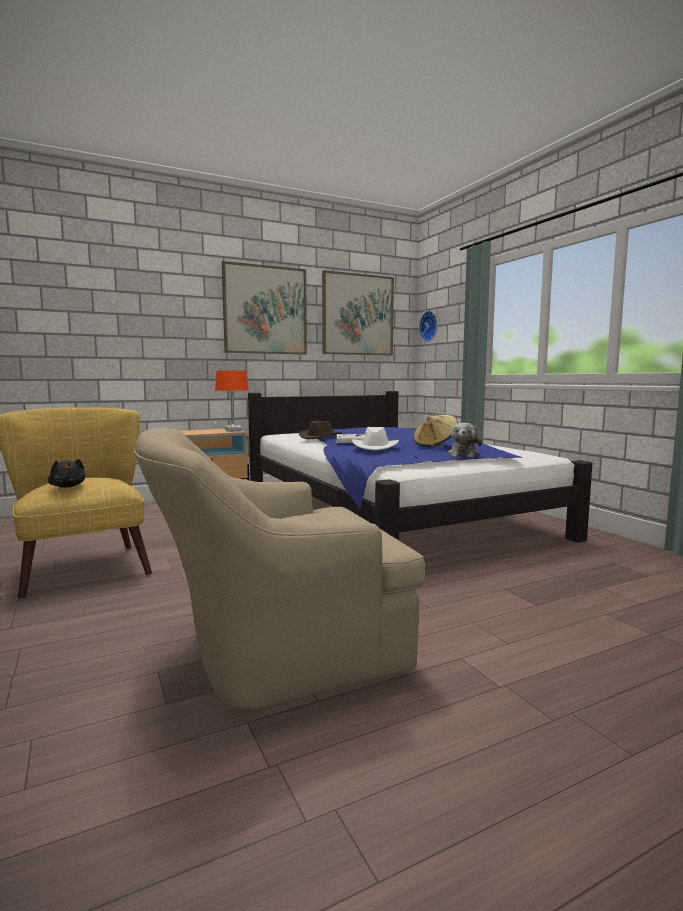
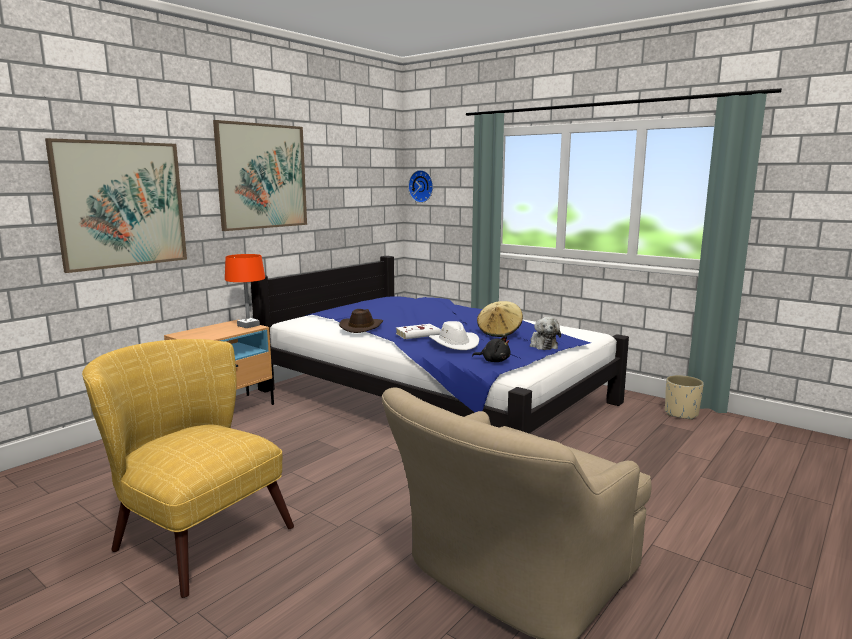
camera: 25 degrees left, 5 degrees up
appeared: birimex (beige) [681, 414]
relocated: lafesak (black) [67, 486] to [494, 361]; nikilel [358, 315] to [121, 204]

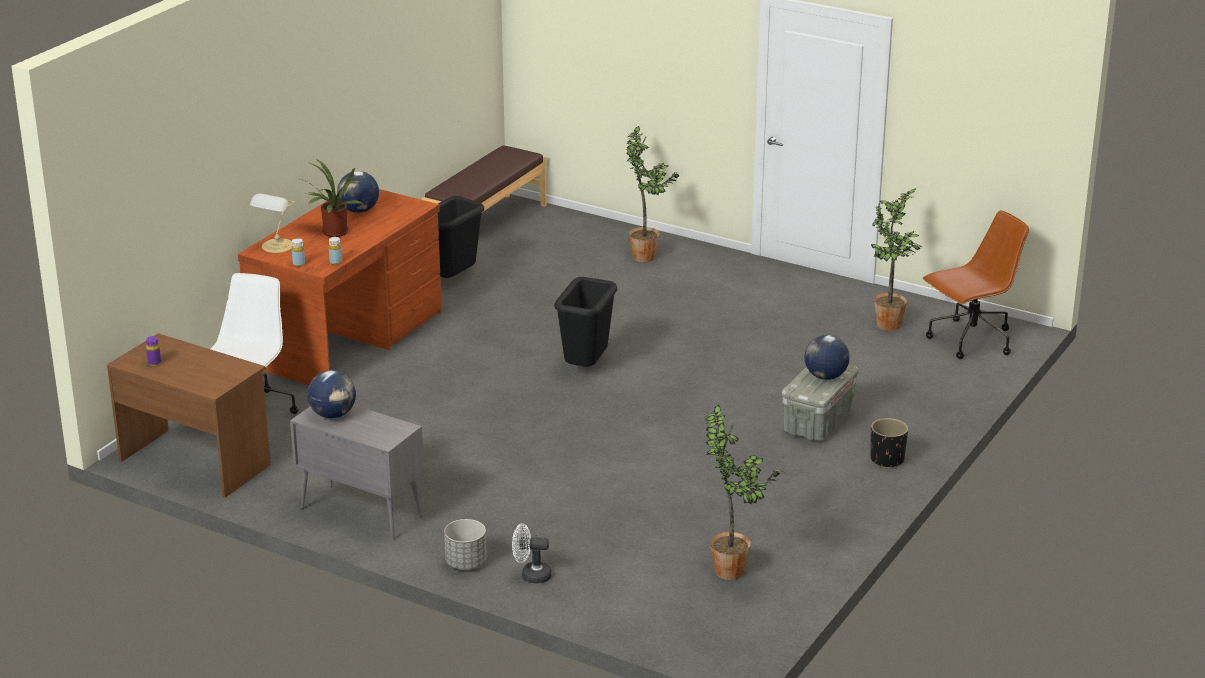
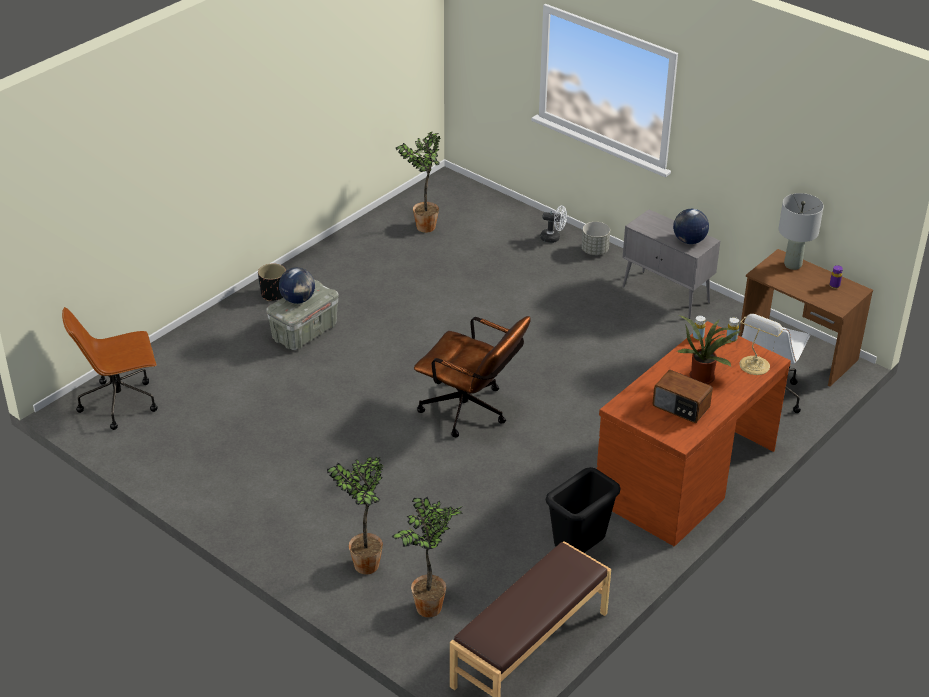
camera: 170 degrees left, 10 degrees up
appeared: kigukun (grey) [792, 265]
relocated: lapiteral [889, 327] to [429, 604]
exchanged: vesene [358, 211] to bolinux [680, 407]; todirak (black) [586, 368] to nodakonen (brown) [471, 412]

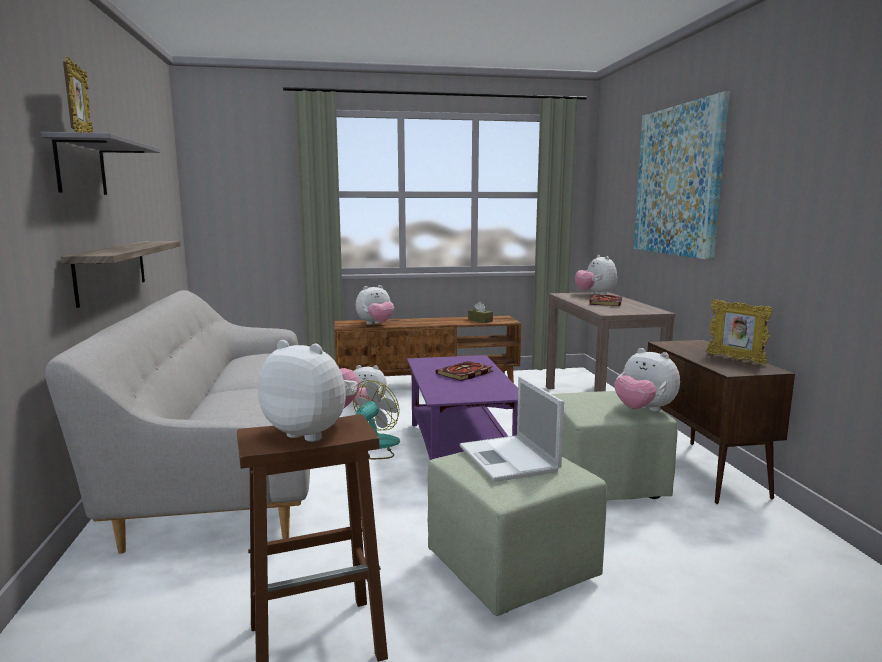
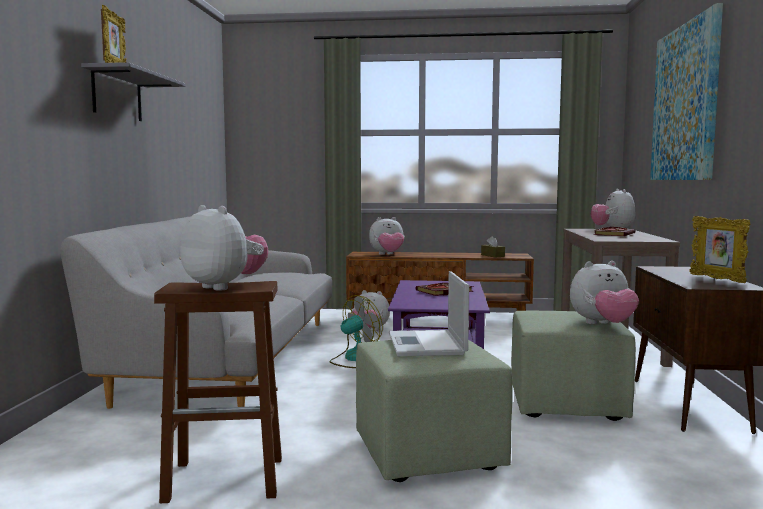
camera: 15 degrees right, 5 degrees down
missing: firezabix [112, 270]
spun: lafesak [644, 410] = [602, 325] 75 degrees counterclockwise

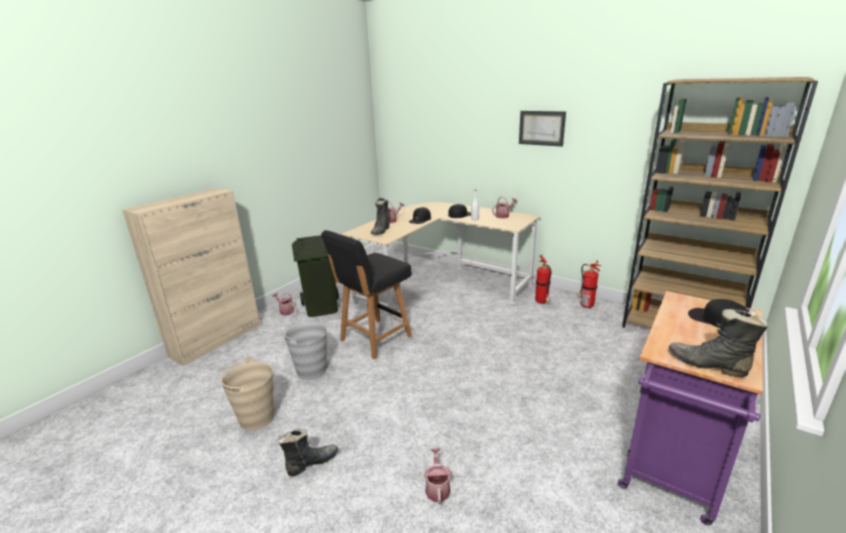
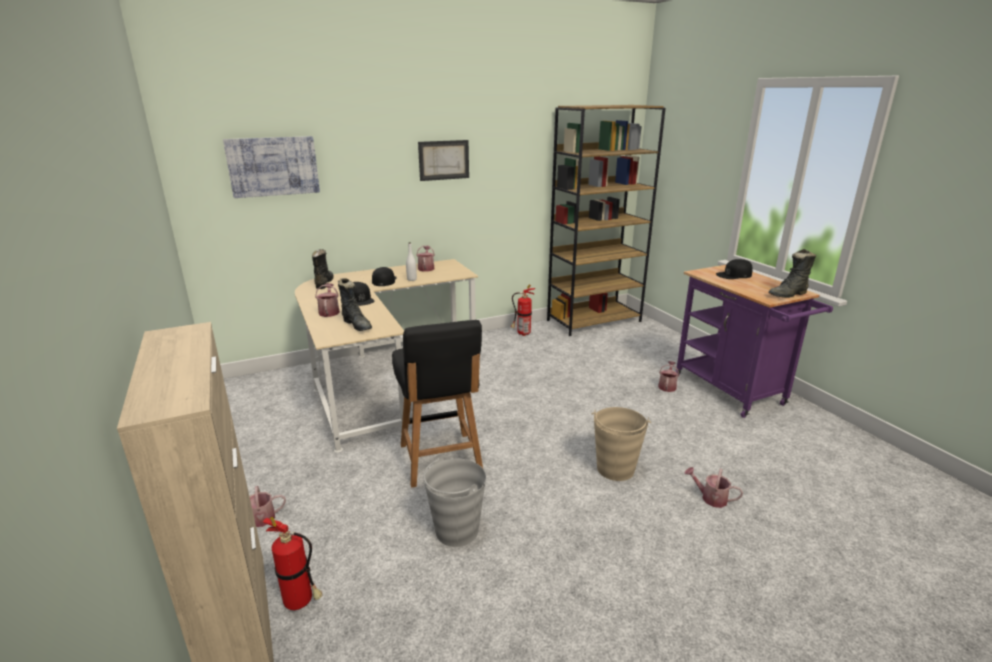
camera: 60 degrees left, 0 degrees up
missing: todirak (green) [321, 307]
appeared: nikilel [273, 166]; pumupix [667, 386]
relocated: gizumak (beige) [256, 418] to [615, 469]; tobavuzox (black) [311, 463] to [324, 283]; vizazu [542, 302] to [301, 603]

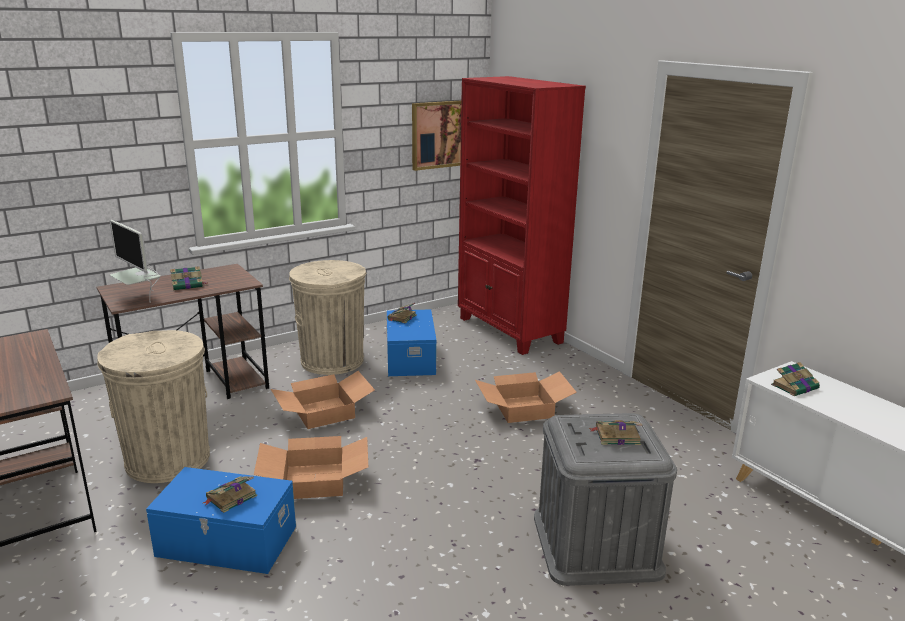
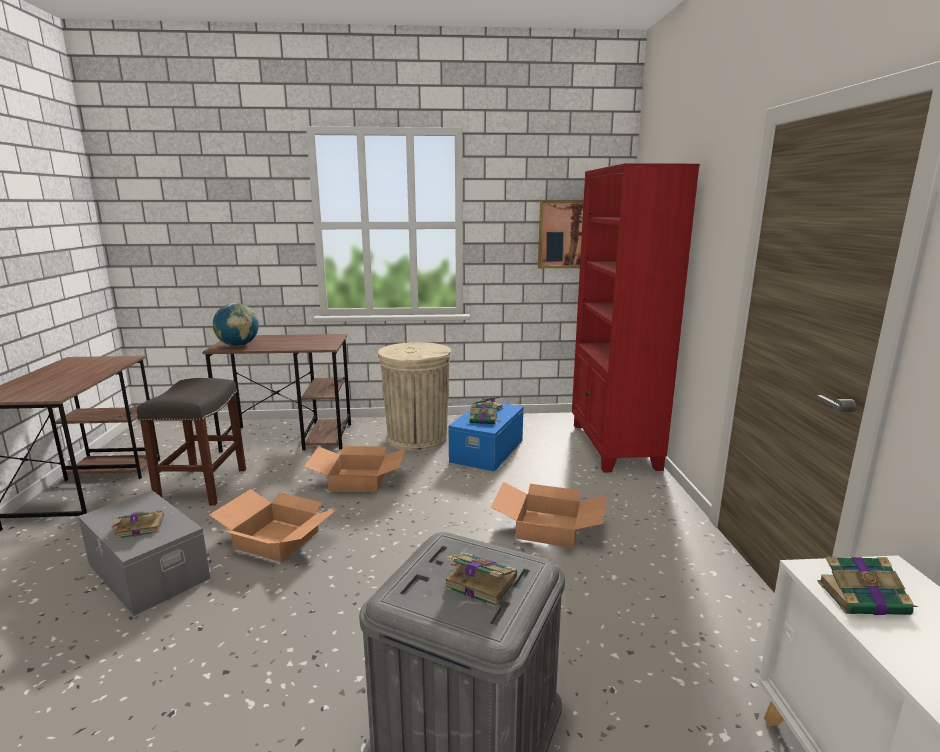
camera: 30 degrees right, 5 degrees down
relocated: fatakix [188, 285] to [484, 420]
exchanged: todirak (beige) [168, 460] to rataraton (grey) [203, 487]; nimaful [140, 297] to vesene [238, 345]
colour: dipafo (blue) [227, 542] to dipafo (grey) [147, 572]

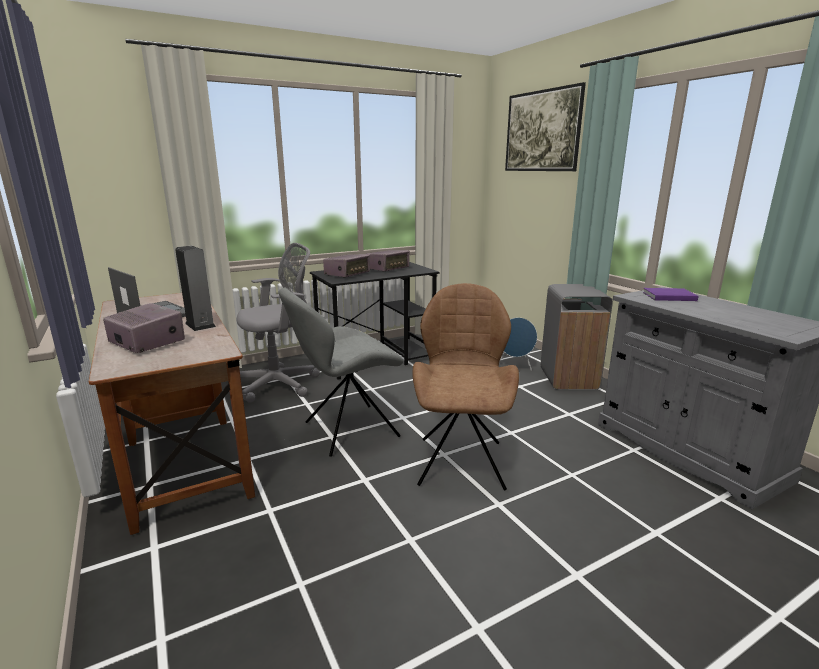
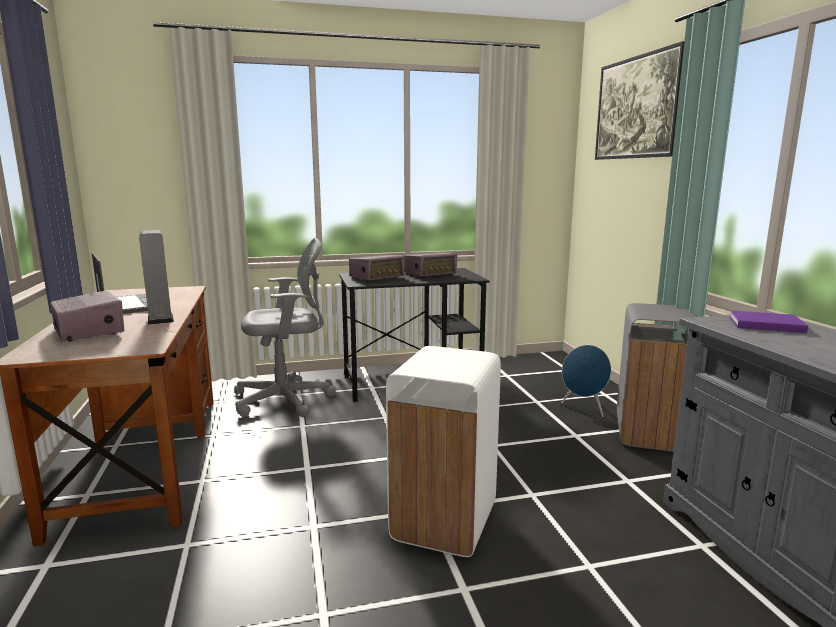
camera: 15 degrees right, 5 degrees down
missing: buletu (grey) [347, 430]
exchanged: buletu (brown) [461, 460] to todirak (white) [445, 521]

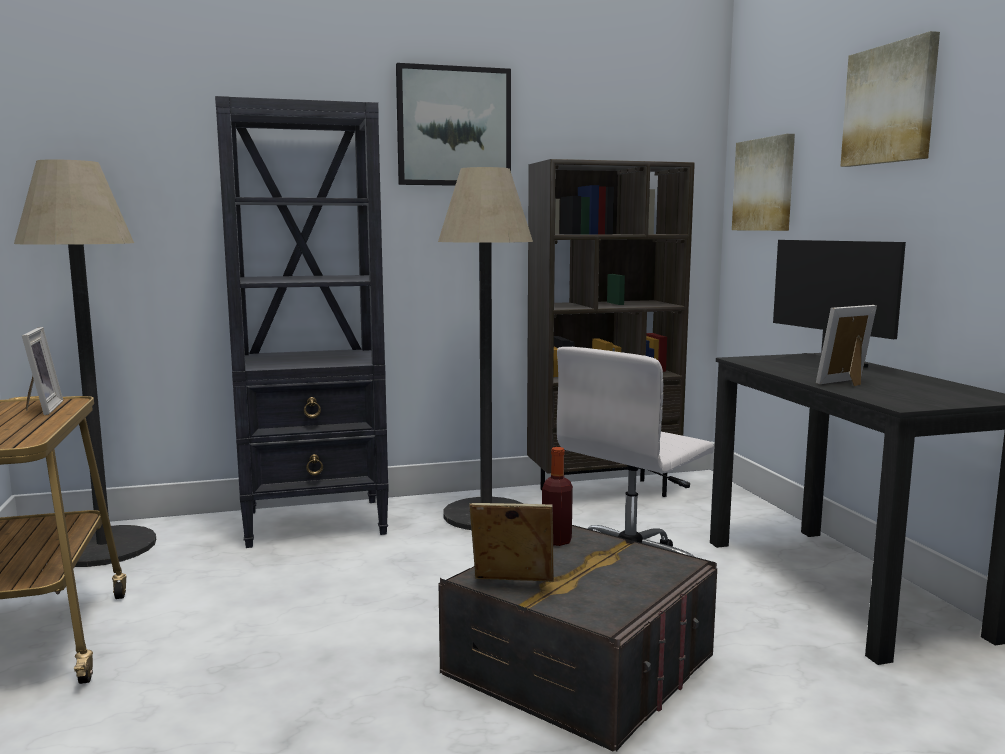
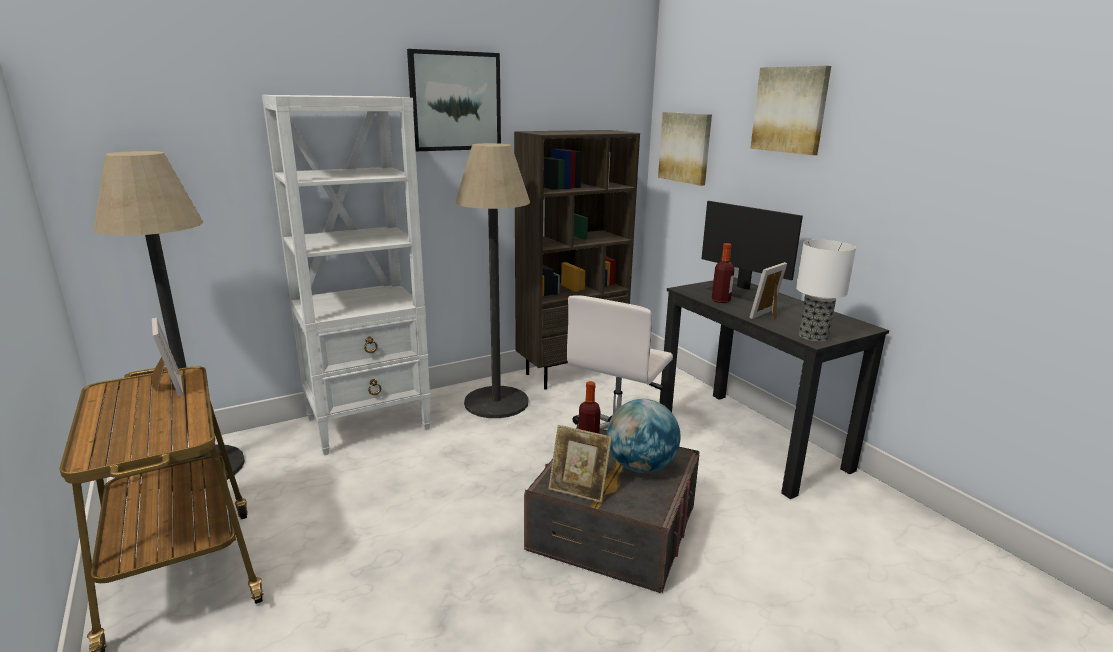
camera: 15 degrees left, 10 degrees up
appeared: vesene [640, 466]; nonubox [721, 300]; kigukun [813, 336]
colour: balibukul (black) [317, 522] to balibukul (white) [370, 423]
spun: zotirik [512, 586] = [578, 490] 150 degrees counterclockwise

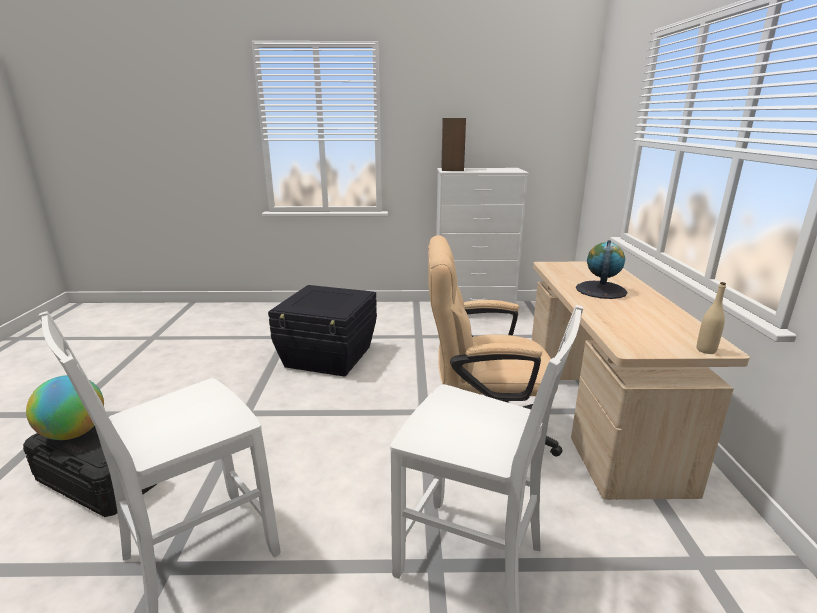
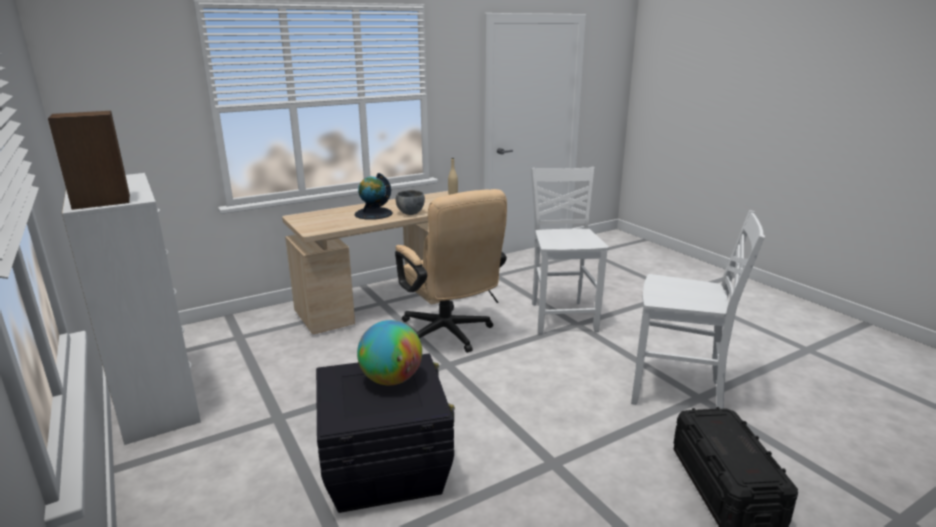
camera: 120 degrees left, 0 degrees up
appeared: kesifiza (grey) [410, 213]
relocated: vesene [74, 433] to [391, 380]

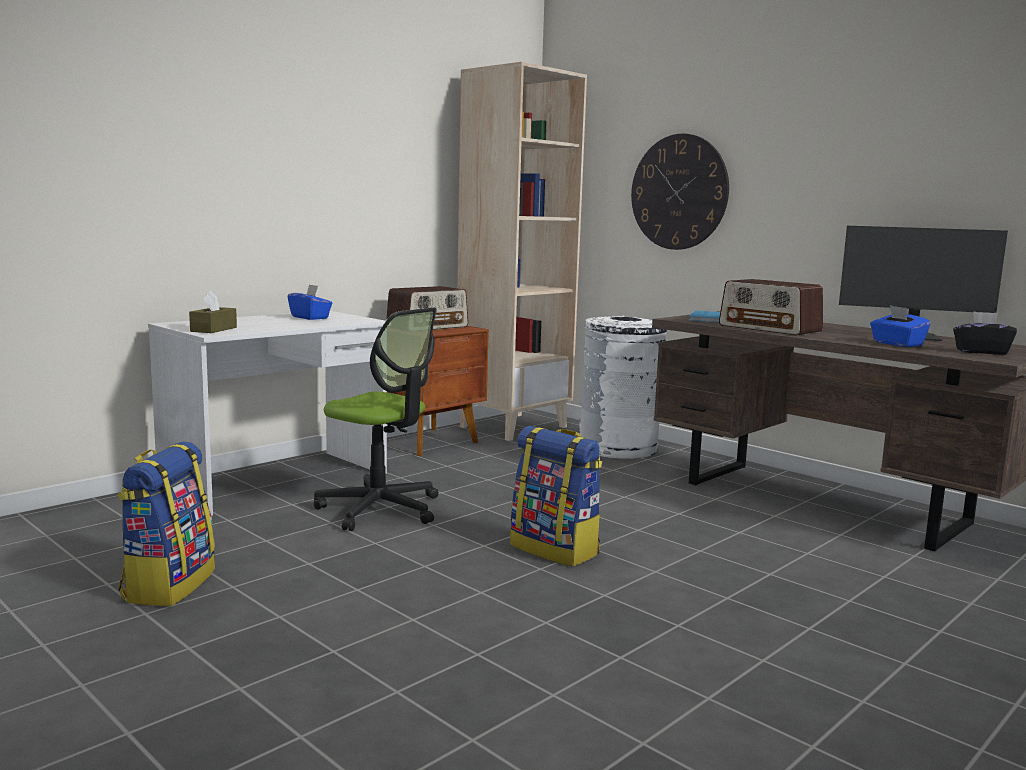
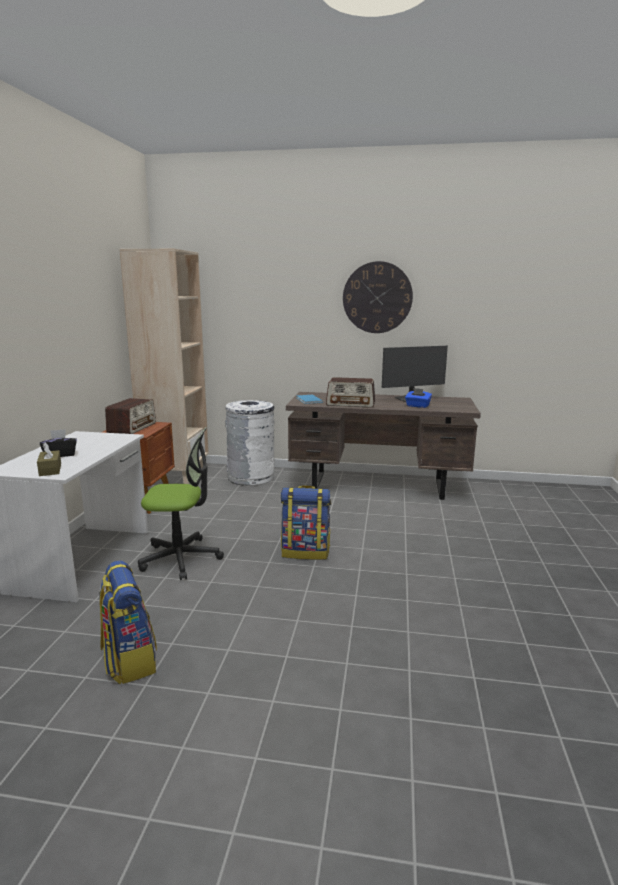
camera: 35 degrees left, 5 degrees up
missing: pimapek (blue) [310, 317]
relocated: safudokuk [679, 192] to [377, 297]; pimapek (black) [981, 352] to [60, 455]

